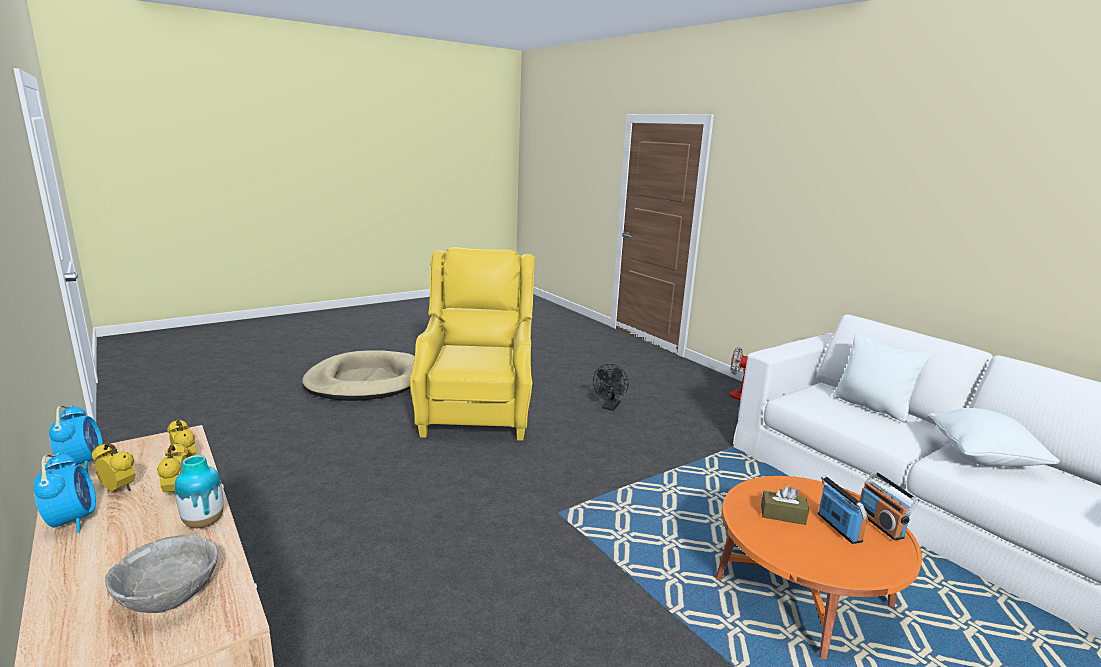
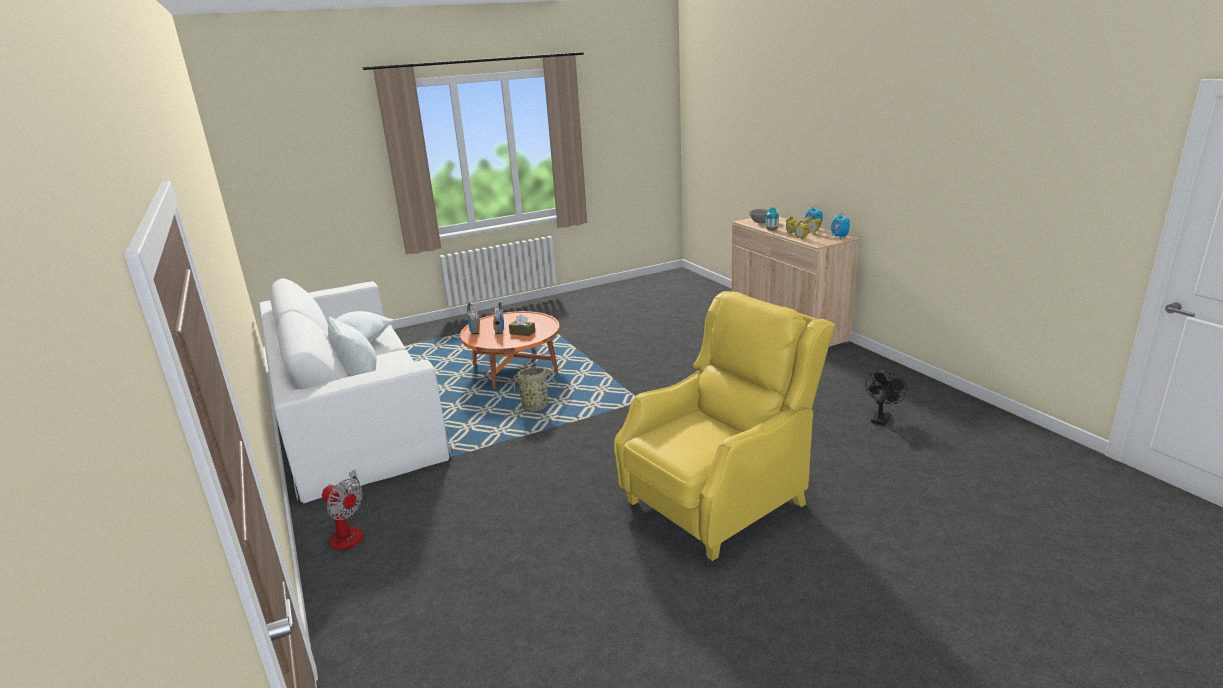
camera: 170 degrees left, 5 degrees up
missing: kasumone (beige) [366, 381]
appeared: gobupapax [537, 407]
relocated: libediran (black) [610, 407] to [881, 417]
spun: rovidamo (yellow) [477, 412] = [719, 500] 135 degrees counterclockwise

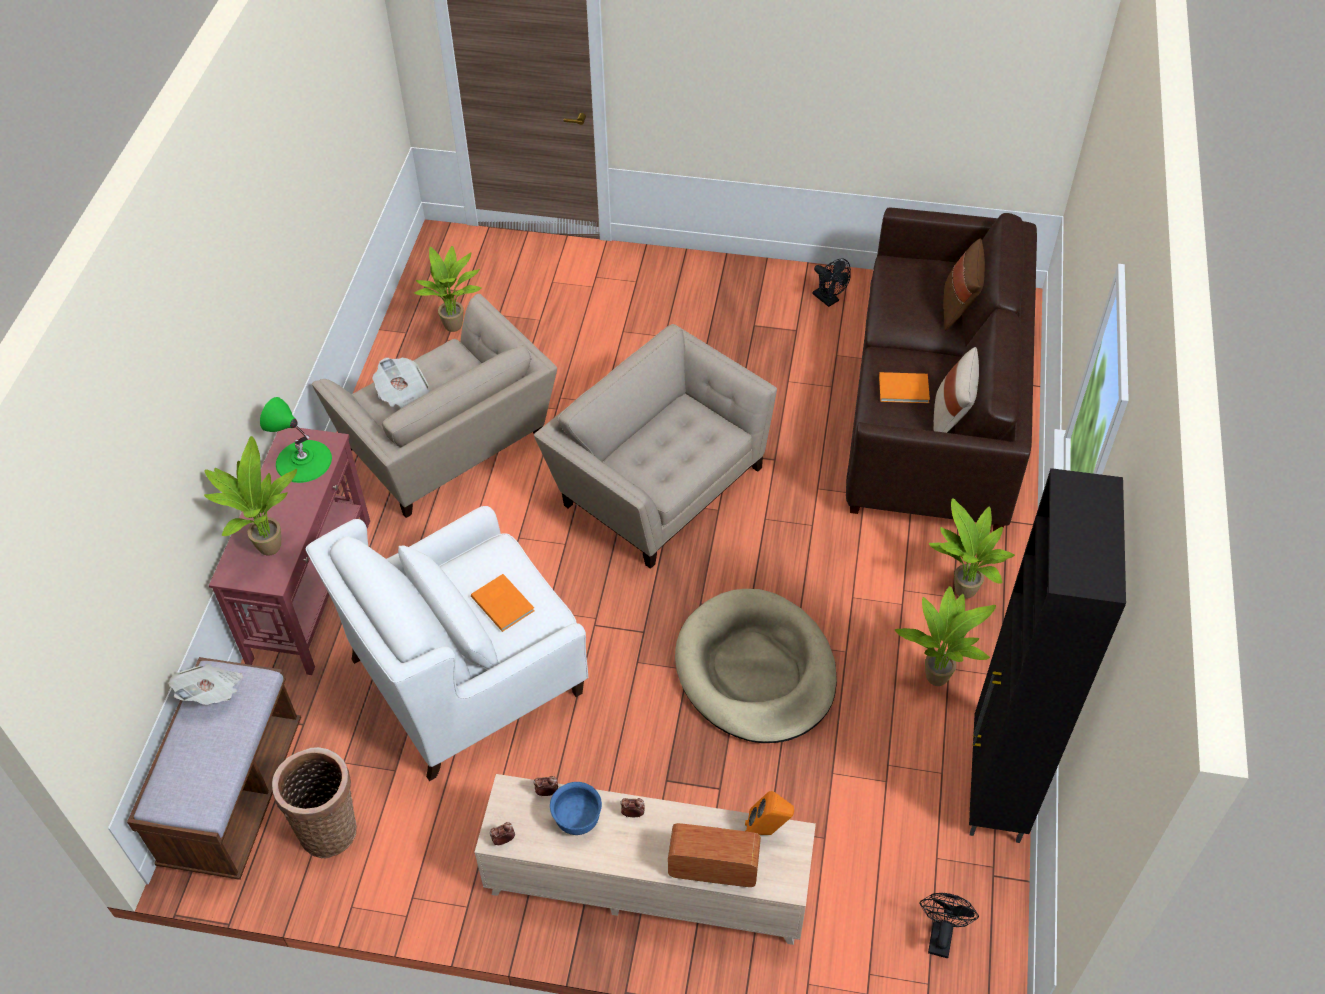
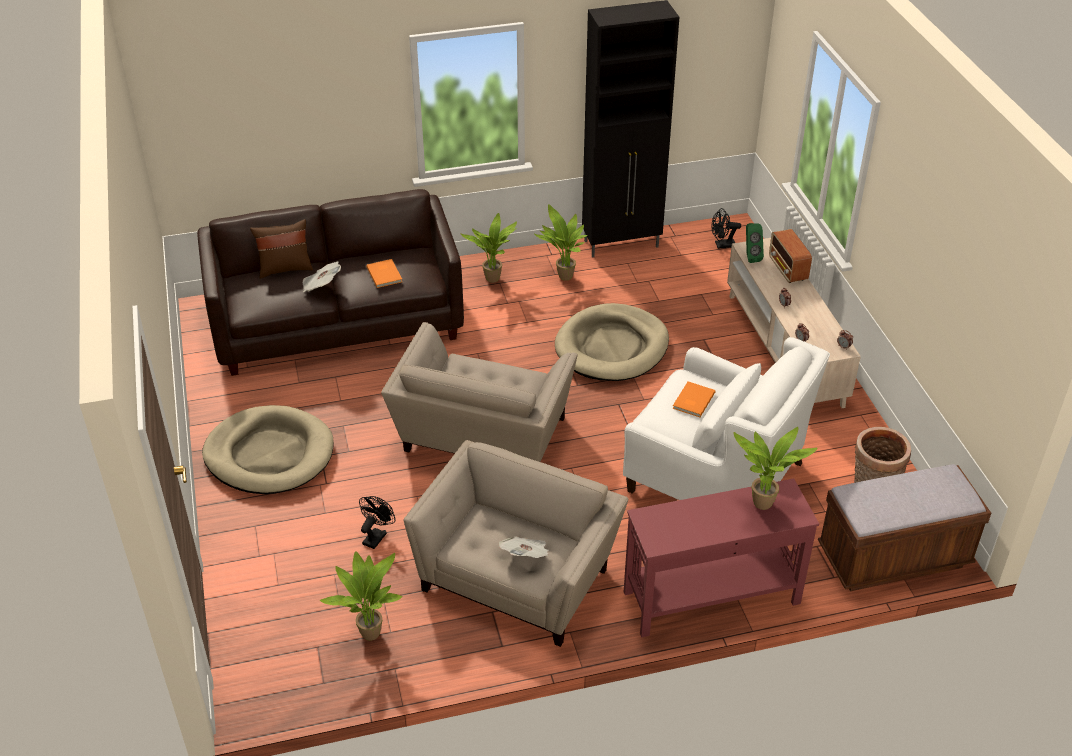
camera: 115 degrees left, 10 degrees down
missing: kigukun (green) [303, 461]; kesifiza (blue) [577, 819]; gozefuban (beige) [950, 418]
appeared: kasumone (beige) [269, 454]
relocated: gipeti [212, 693] to [321, 286]; libediran (black) [828, 300] to [376, 536]
colour: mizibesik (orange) [768, 831] to mizibesik (green) [750, 257]

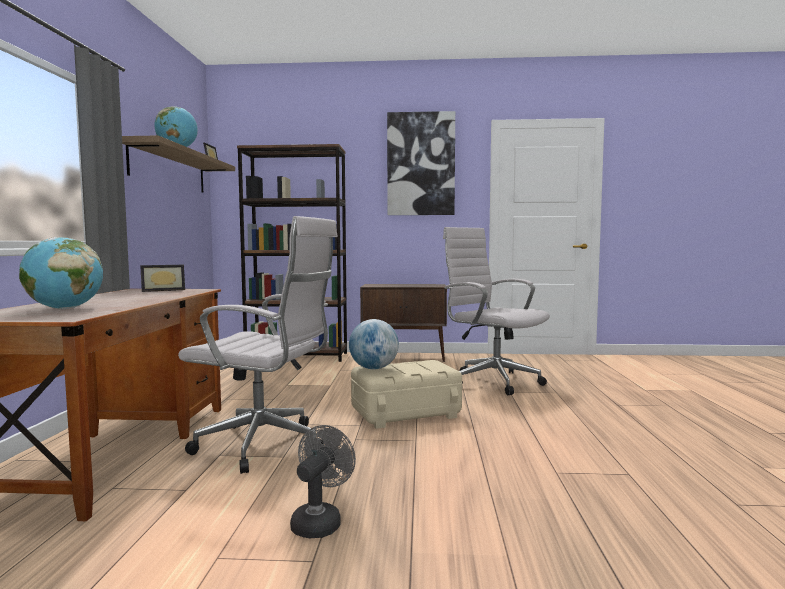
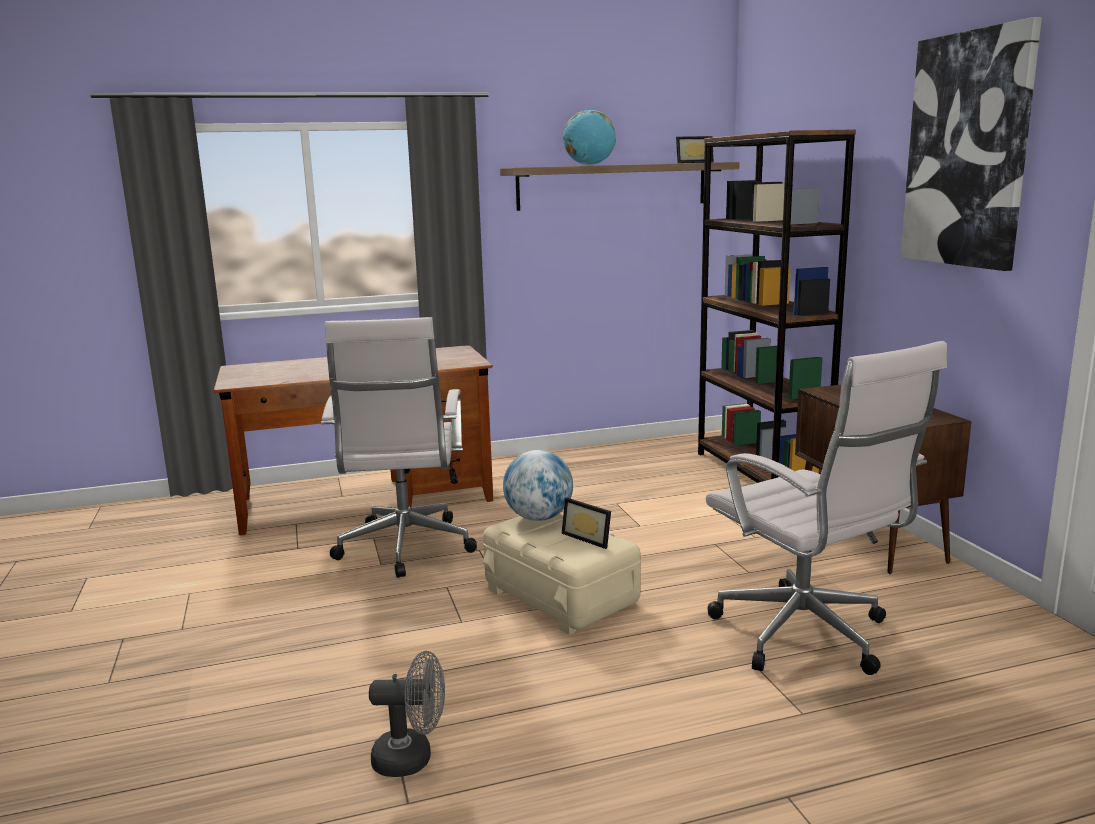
camera: 70 degrees right, 10 degrees up
missing: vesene [64, 308]
relocated: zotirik [163, 290] to [590, 538]; libediran (grey) [320, 521] to [412, 758]
spun: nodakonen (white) [492, 381] = [807, 637] 120 degrees clockwise

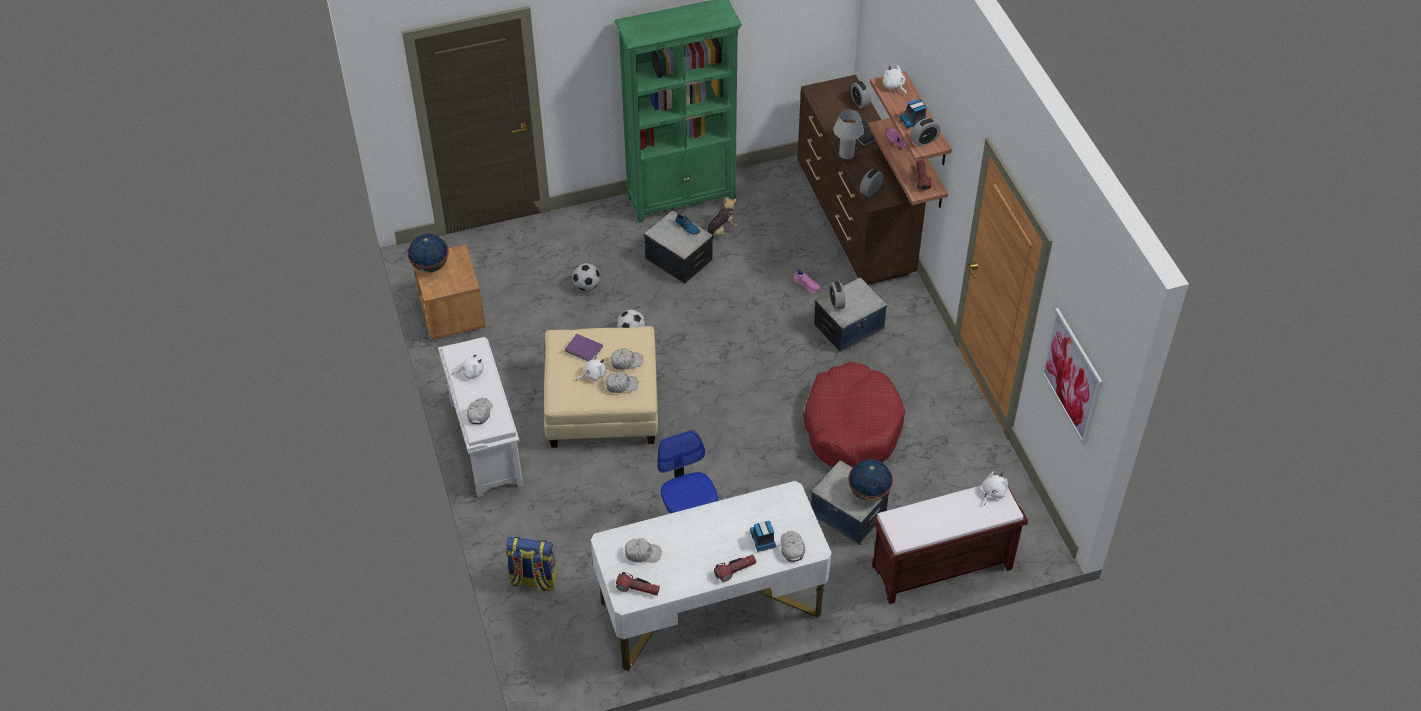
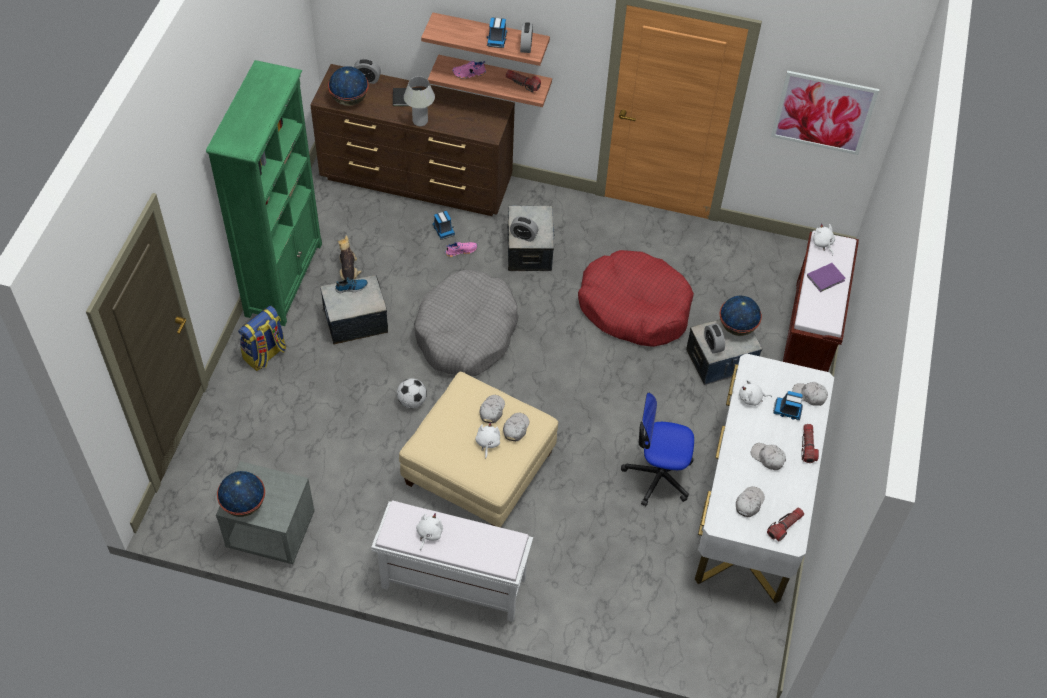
camera: 60 degrees left, 5 degrees up
missing: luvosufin [586, 286]
appeared: vesene [349, 99]; kasumone (grey) [466, 333]; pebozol [443, 230]
relocated: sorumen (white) [479, 413] to [768, 458]; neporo [533, 579] to [265, 354]; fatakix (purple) [584, 349] to [826, 278]; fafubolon [870, 190] to [713, 345]; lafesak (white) [894, 86] to [751, 398]
colour: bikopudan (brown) [452, 314] to bikopudan (grey) [270, 531]

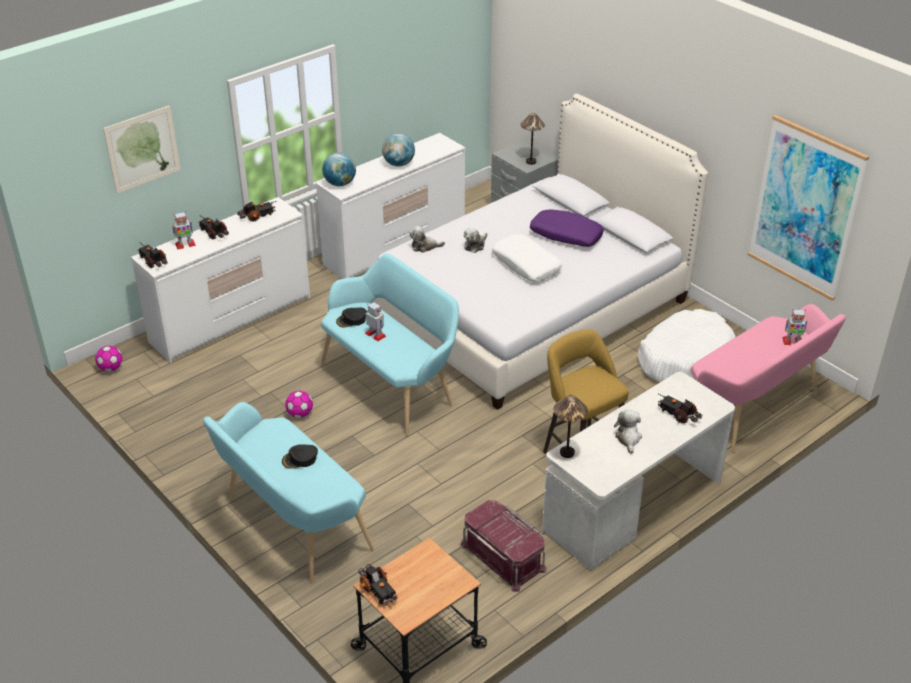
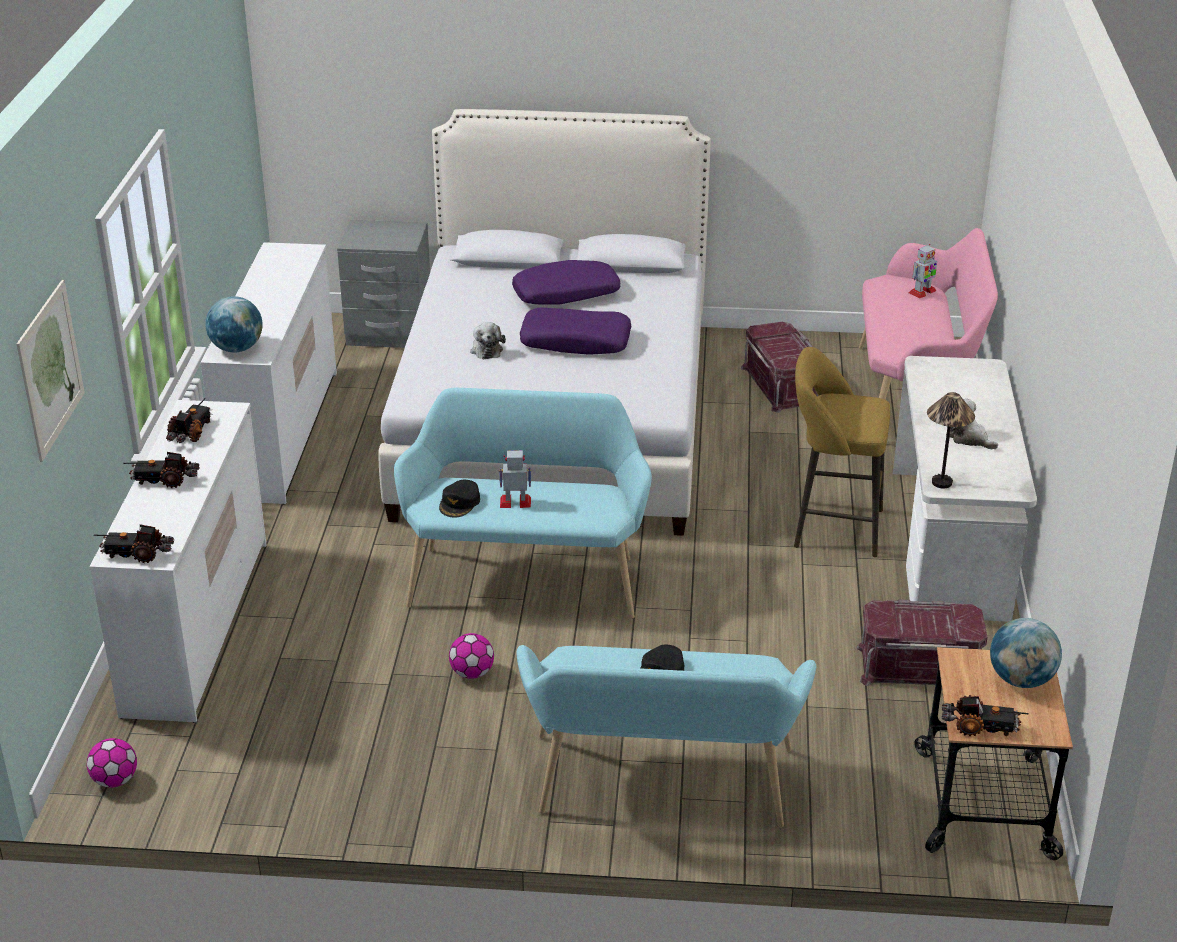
camera: 45 degrees left, 5 degrees down
missing: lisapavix [185, 244]; lafesak [425, 247]; kigukun [530, 161]; pebozol [678, 414]; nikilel [805, 208]
relocated: vesene [398, 164] to [1020, 680]
exchanged: kasumone (white) [685, 358] to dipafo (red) [781, 385]
colour: gozefuban (white) [526, 264] to gozefuban (purple) [576, 341]

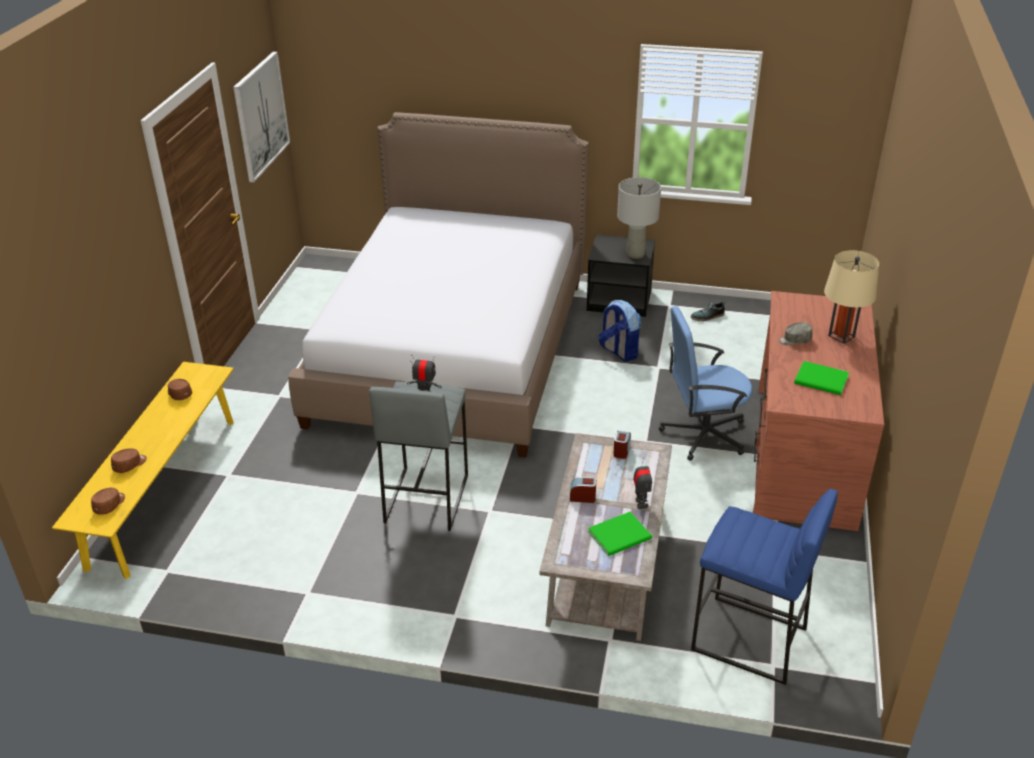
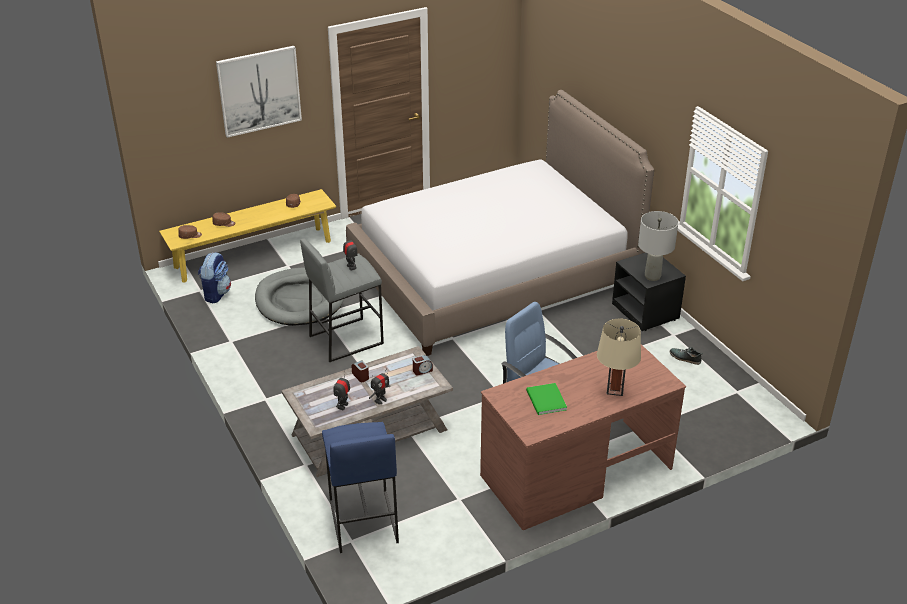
camera: 50 degrees right, 0 degrees up
missing: sorumen (grey) [794, 340]
appeared: kasumone (grey) [299, 300]
relocated: nikilel [261, 116] to [259, 91]; neporo [618, 351] to [216, 294]
exchanged: fatakix (green) [621, 535] to lisapavix [343, 406]

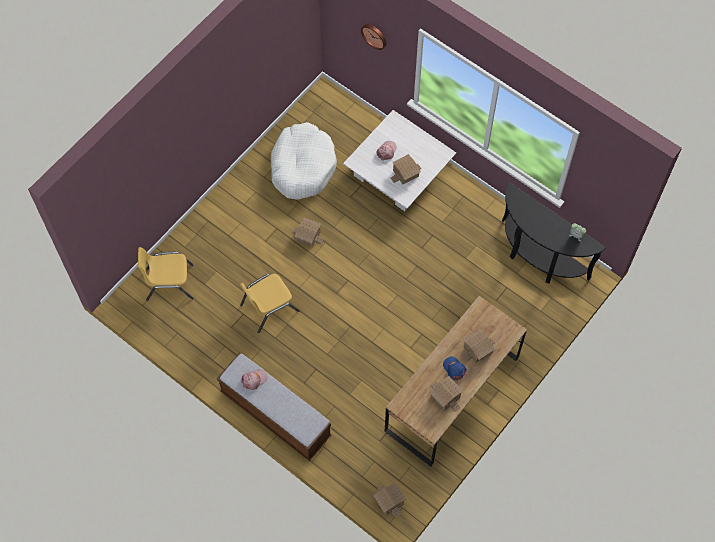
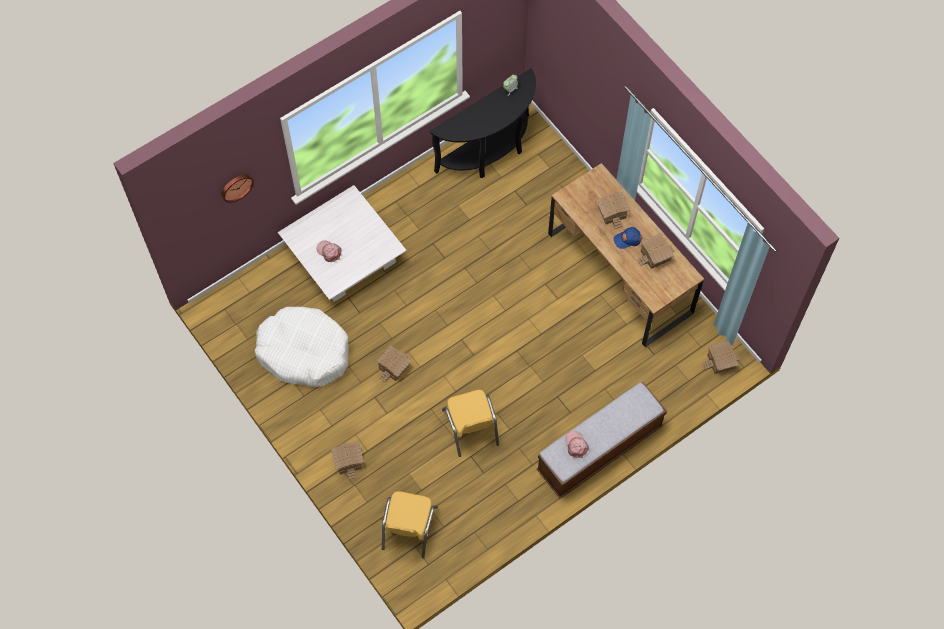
camera: 75 degrees left, 0 degrees up
relocated: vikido [405, 173] to [347, 461]

